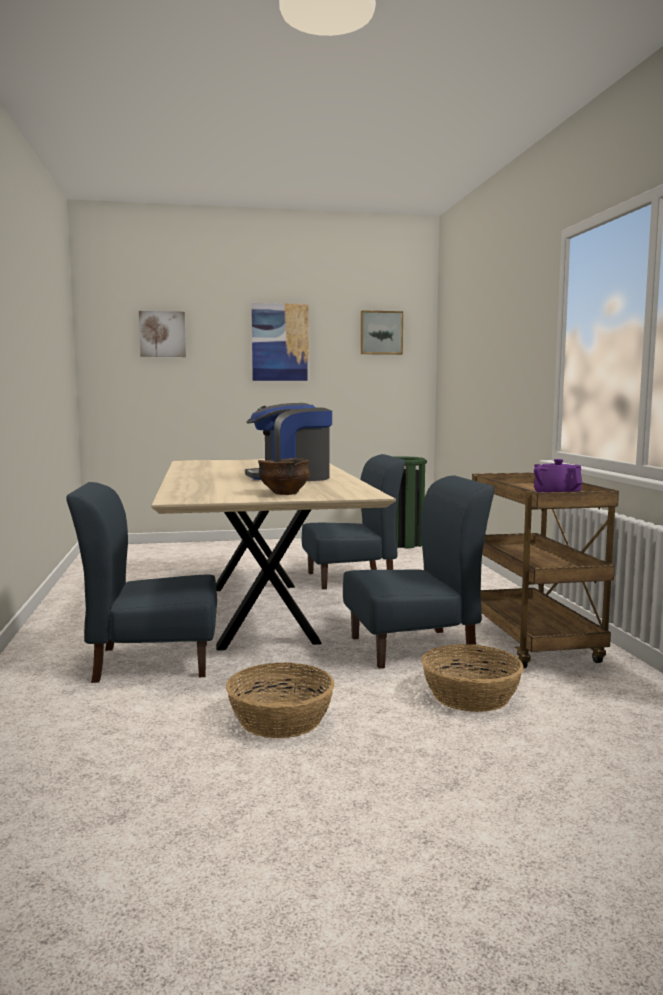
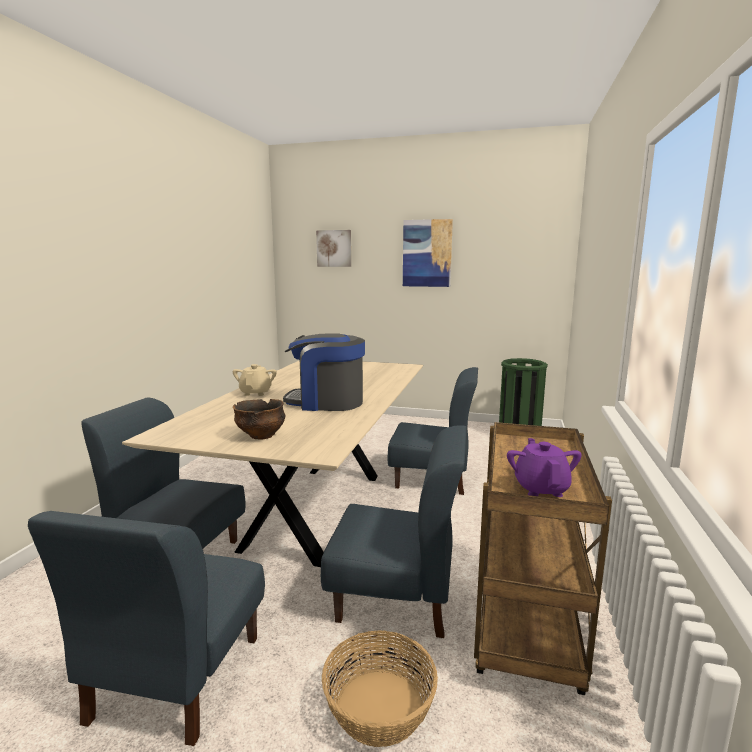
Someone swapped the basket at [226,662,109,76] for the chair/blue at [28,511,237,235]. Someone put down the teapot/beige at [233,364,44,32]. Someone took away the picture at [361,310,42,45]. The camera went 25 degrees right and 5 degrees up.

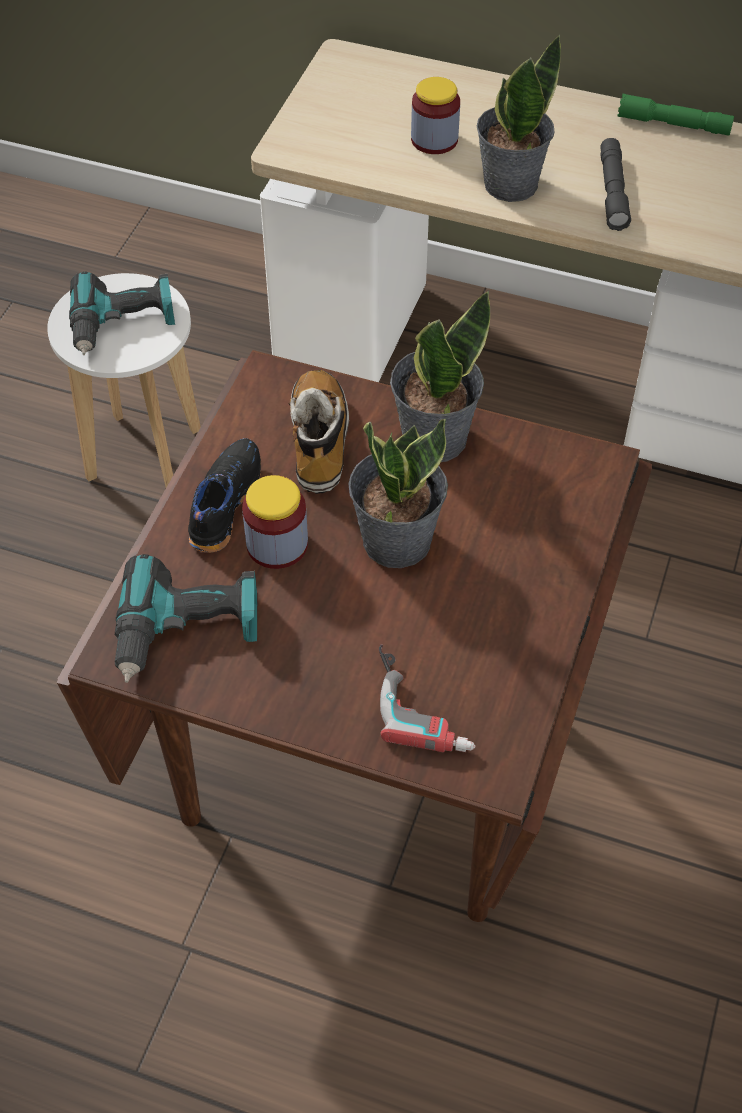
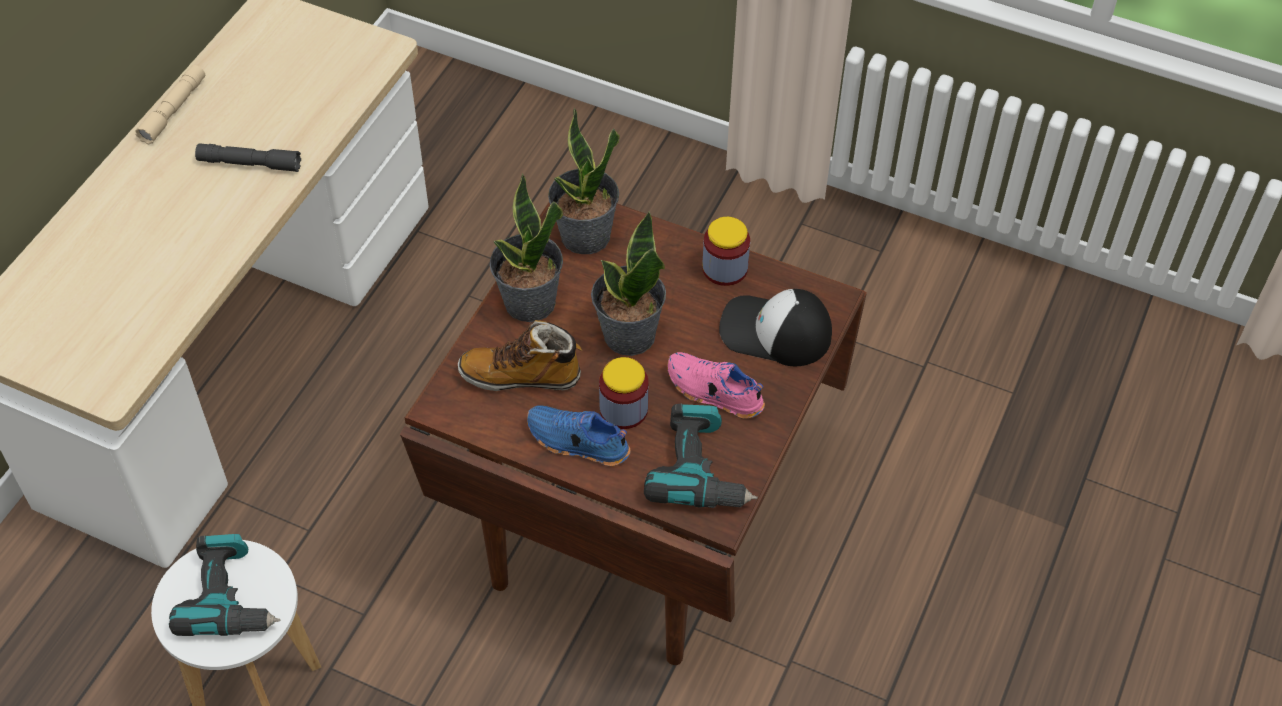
Someone repainted the flashlight/green at [618,94,116,42], which became the flashlight/beige at [135,65,70,79]. Someone repainted the shoe/black at [188,438,73,115], which became the shoe/blue at [527,405,104,61]. Someone carried the potted plant from [477,35,84,167] to [548,108,72,146]. Someone put down the shoe/pink at [667,352,98,67]. Someone carried the jar from [411,77,49,77] to [702,217,48,69]. Someone swapped the power drill at [379,644,96,108] for the cap at [719,289,113,77]. The camera went 85 degrees left and 0 degrees up.

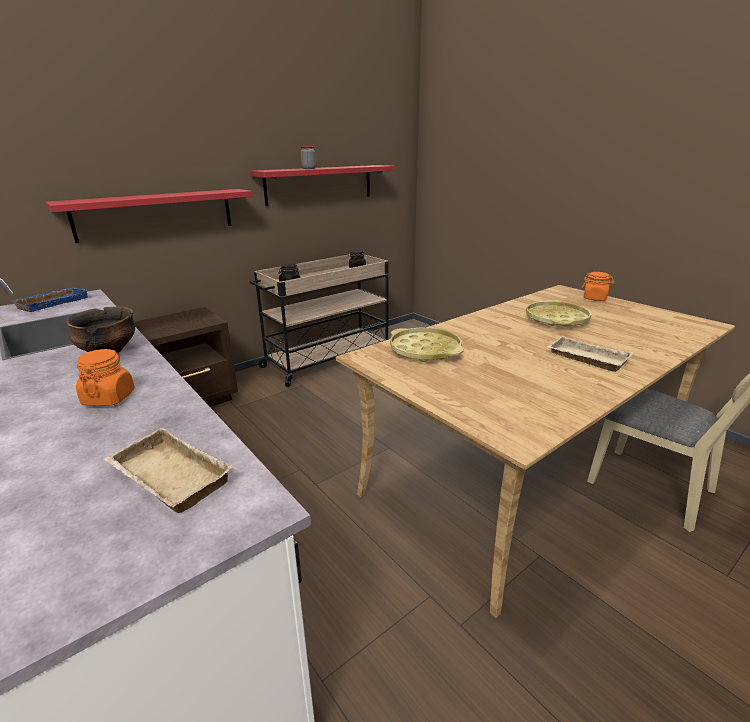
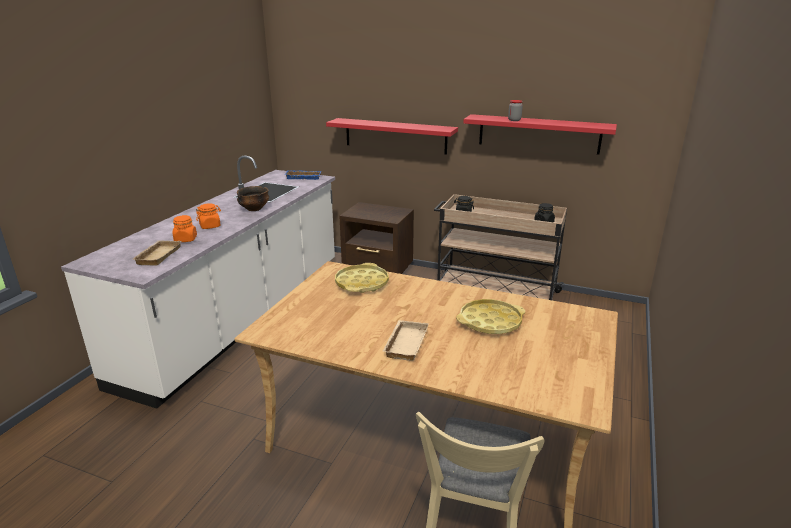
Someone carried the jar/orange from [582,272,32,29] to [173,215,24,27]. The camera went 60 degrees right and 0 degrees up.

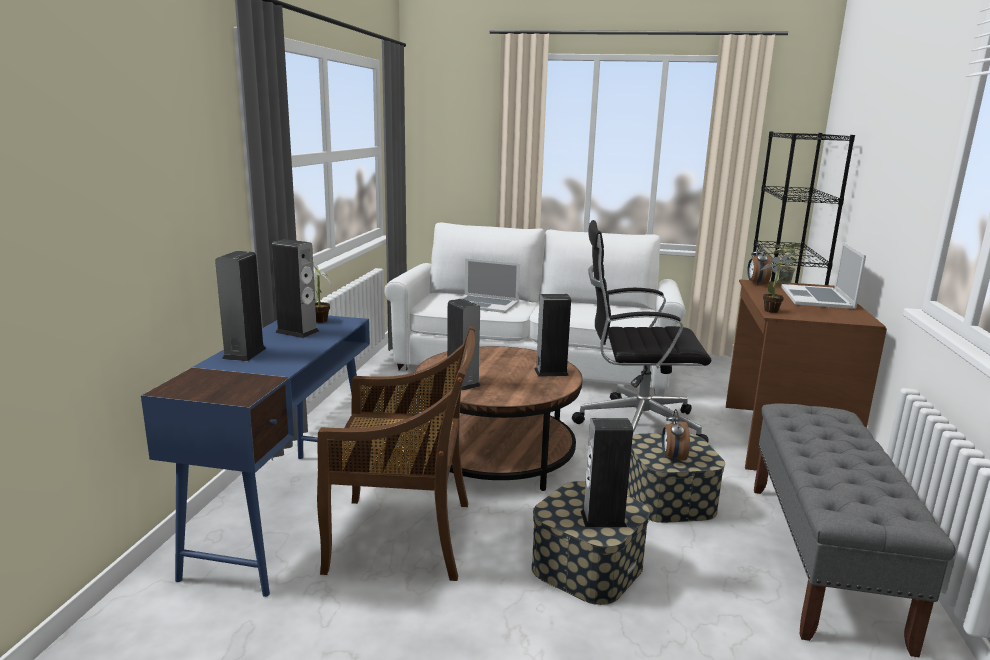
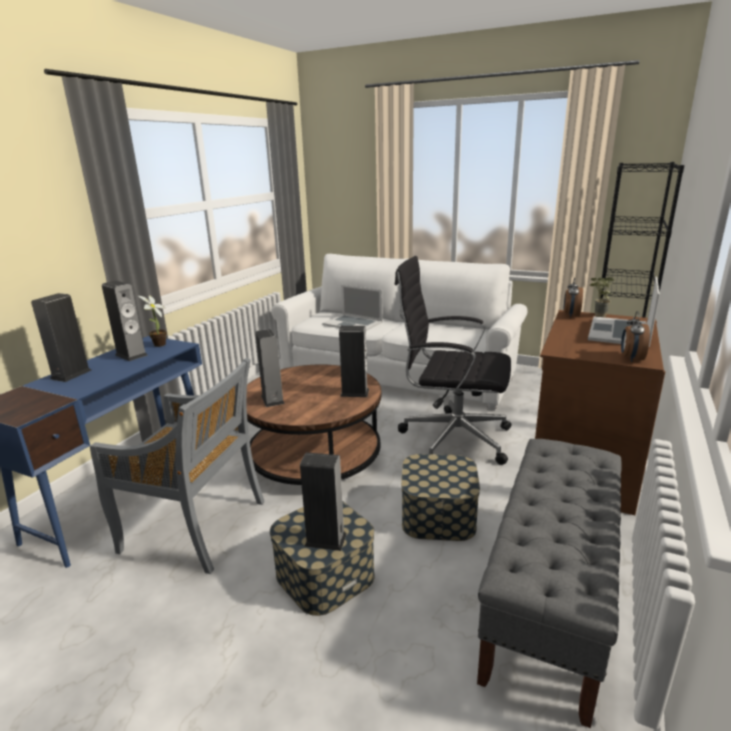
Someone repainted the chair/brown at [317,326,158,255], which became the chair/grey at [90,358,175,216]. Someone carried the alarm clock from [662,409,28,54] to [621,311,29,51]. Someone took away the potted plant at [761,253,34,60]. The camera went 15 degrees right and 5 degrees up.

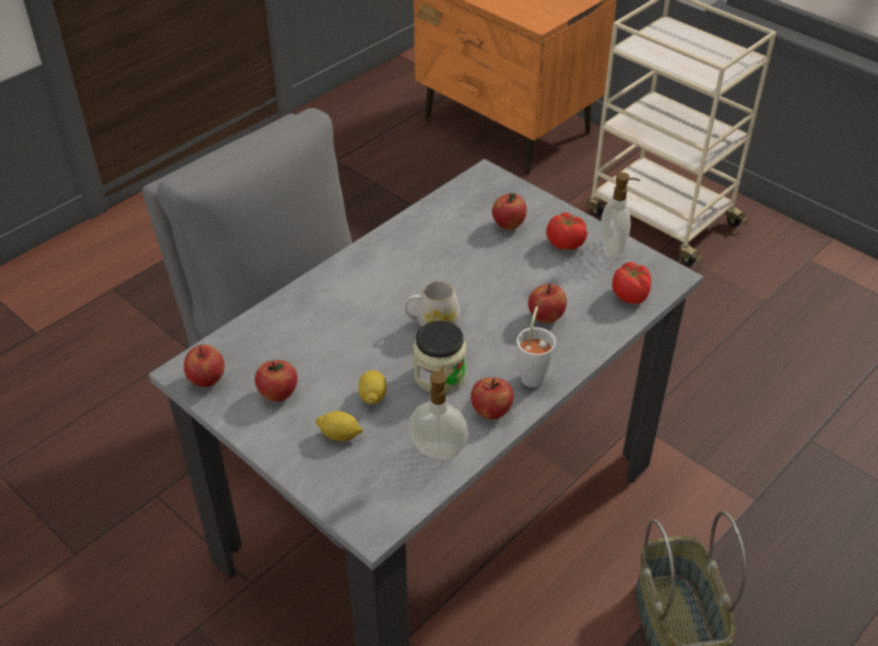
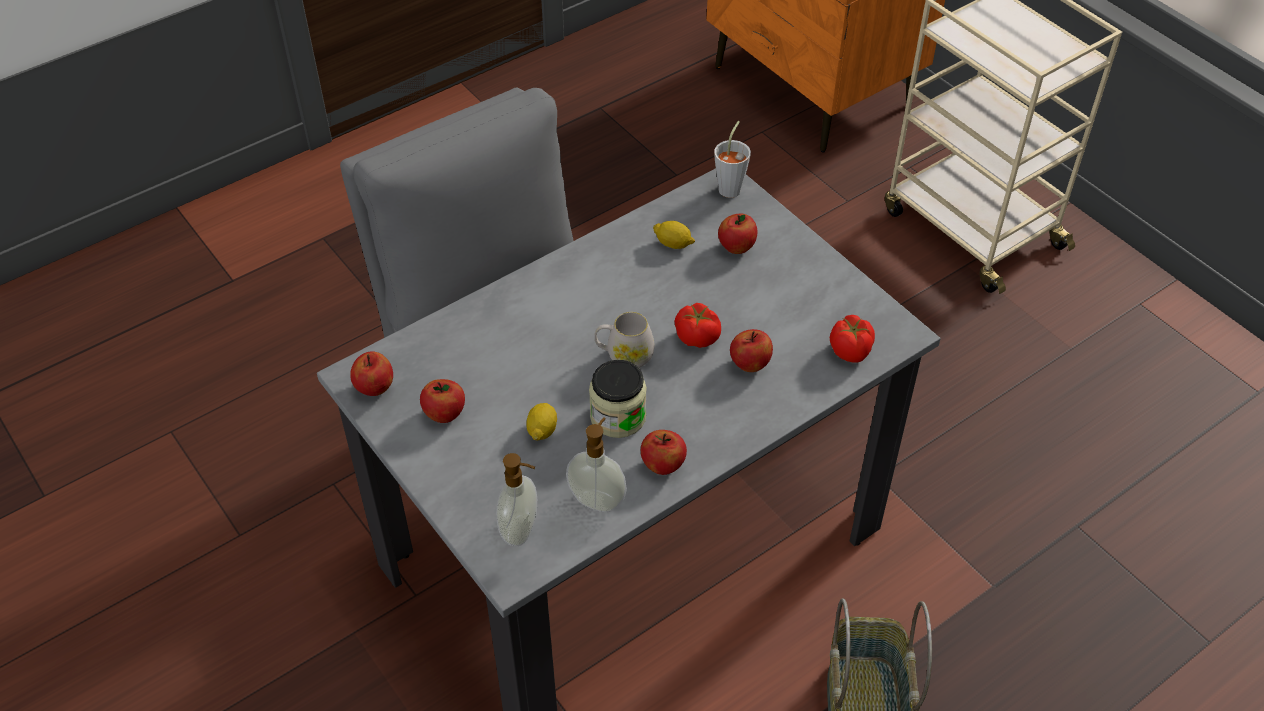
Someone carried the soap dispenser from [600,172,40,86] to [496,453,41,93]. Someone carried the lemon from [315,411,48,30] to [653,221,42,28]. Someone carried the tomato from [546,212,41,38] to [674,303,47,45]. Someone carried the cup/grey from [517,306,39,82] to [714,121,37,77]. The camera went 10 degrees right and 5 degrees up.

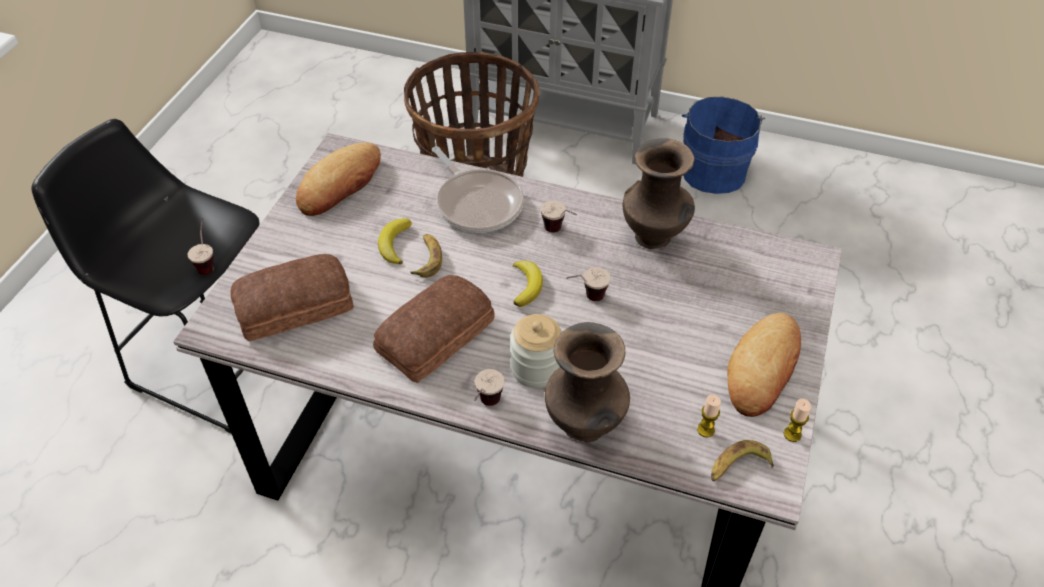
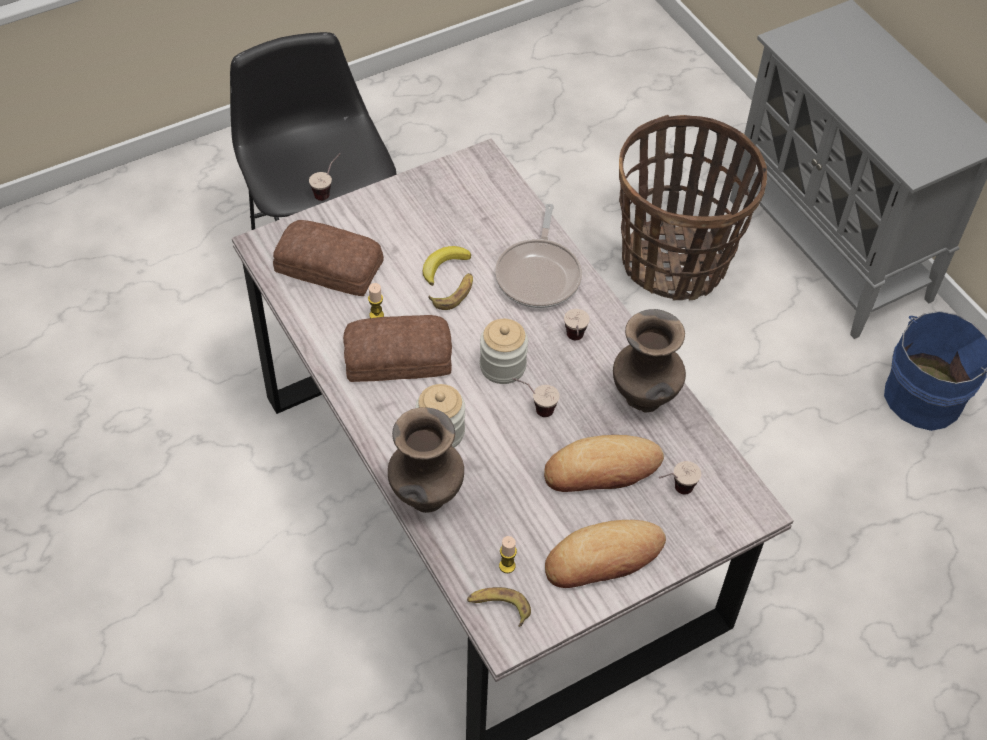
Someone carried the candle from [784,399,27,43] to [368,283,16,35]. Someone swapped the banana at [513,261,30,46] for the jar at [480,319,48,65]. Someone carried the bread from [296,142,85,74] to [544,435,120,57]. Someone carried the cup from [474,369,31,37] to [659,461,42,34]. The camera went 40 degrees right and 5 degrees up.

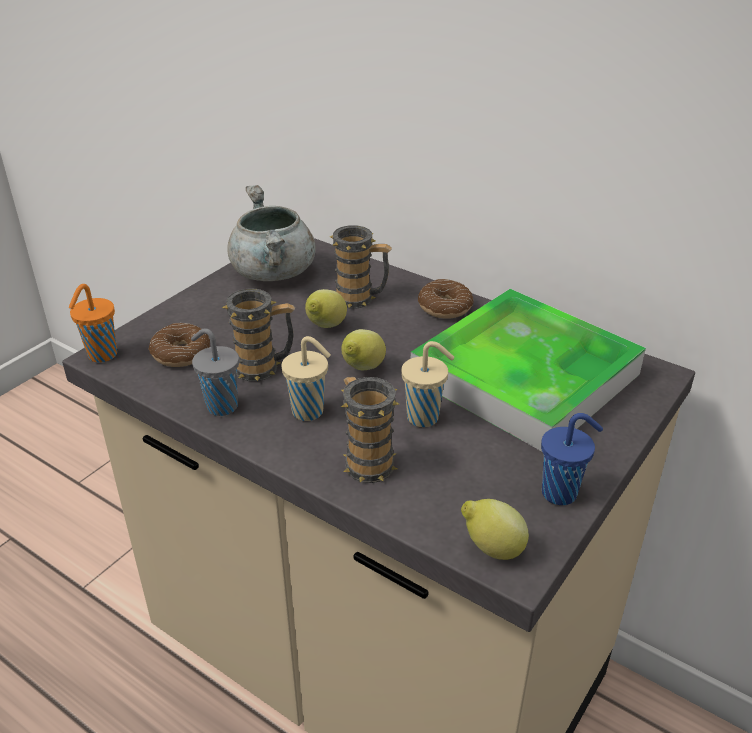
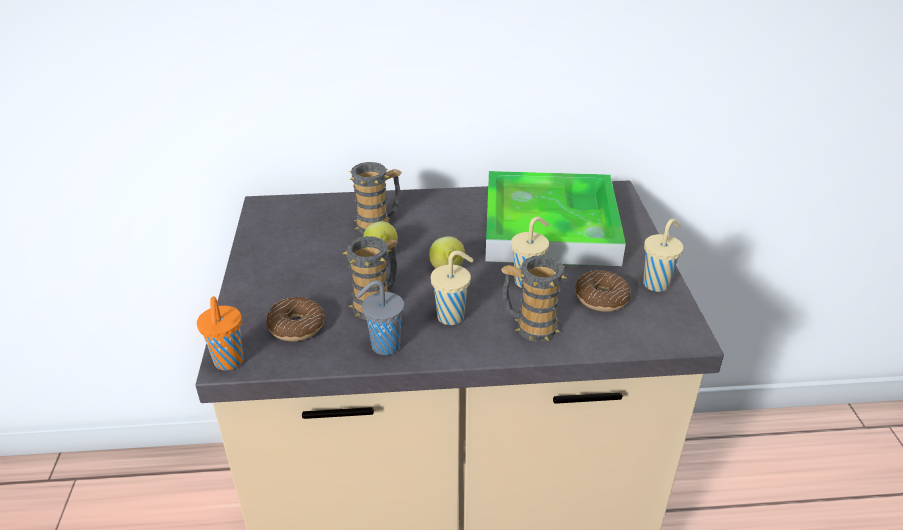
Someone carried the donut from [418,279,56,40] to [575,270,56,42]. Someone repainted the cup/blue at [541,413,62,92], which became the cup/beige at [643,219,41,73]. Someone took away the cooking pot/grey at [227,185,89,96]. Someone took away the lemon at [461,499,68,61]. The camera went 40 degrees left and 0 degrees up.

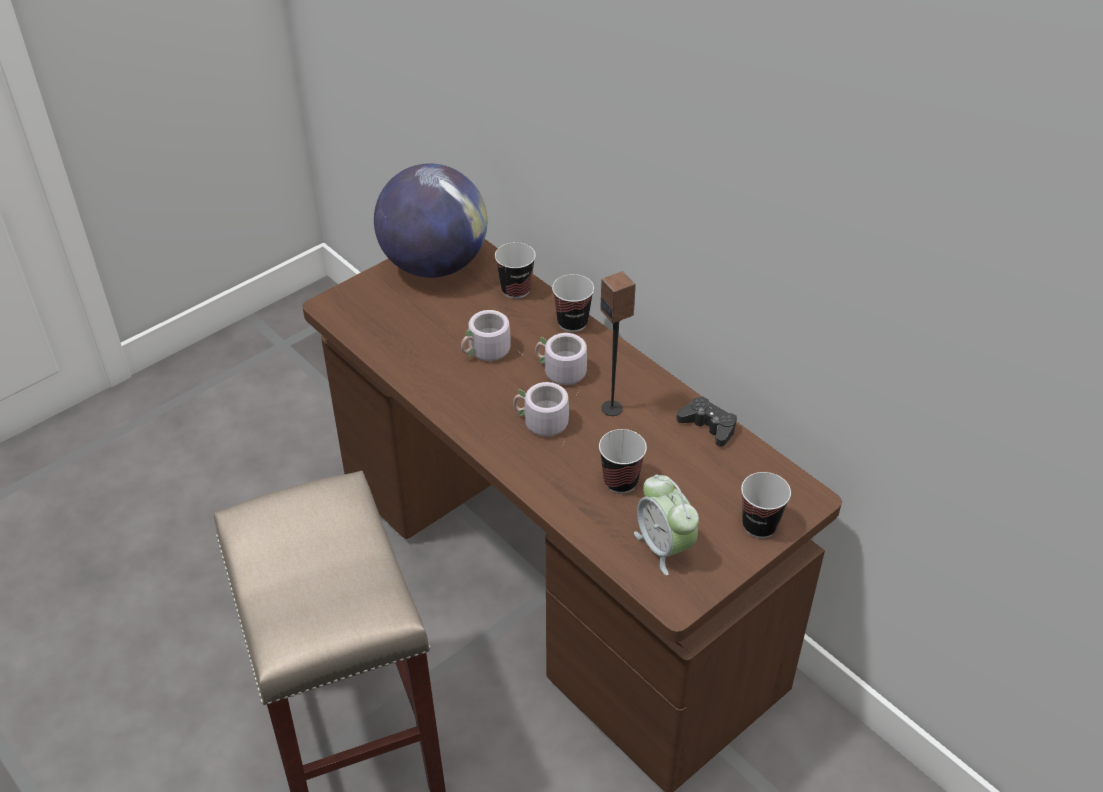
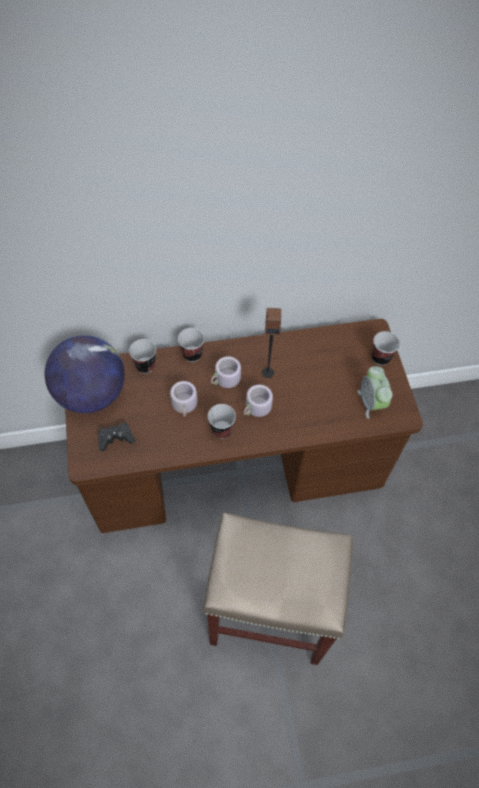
Someone carried the game controller/black from [676,397,61,49] to [98,422,37,30]. Someone carried the cup from [599,429,48,65] to [208,404,28,35]. Someone rotated the alarm clock at [634,475,65,100] by 75 degrees clockwise. The camera went 60 degrees left and 15 degrees up.

